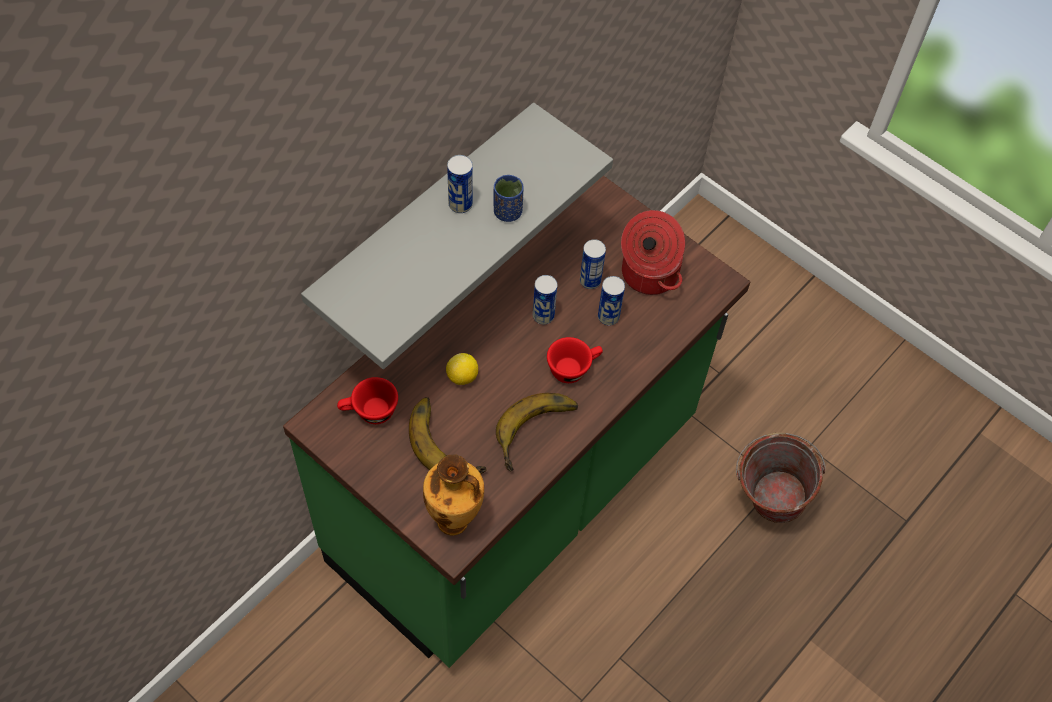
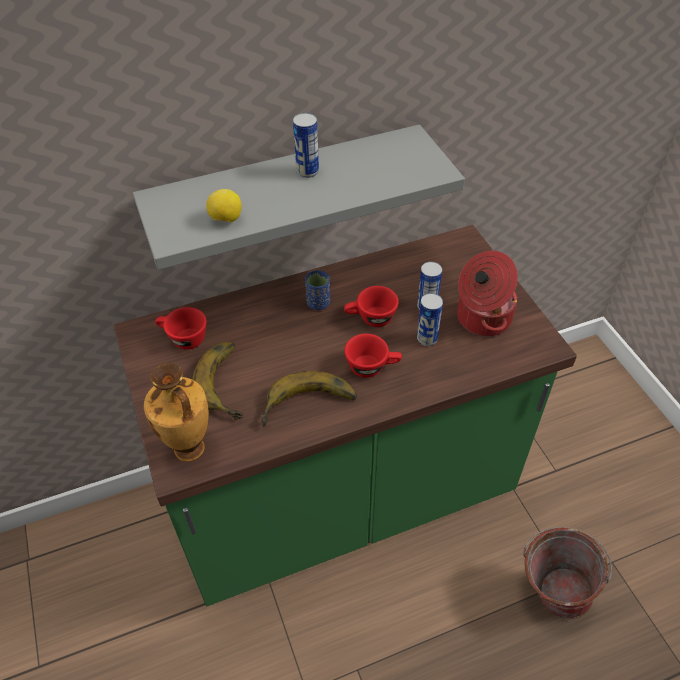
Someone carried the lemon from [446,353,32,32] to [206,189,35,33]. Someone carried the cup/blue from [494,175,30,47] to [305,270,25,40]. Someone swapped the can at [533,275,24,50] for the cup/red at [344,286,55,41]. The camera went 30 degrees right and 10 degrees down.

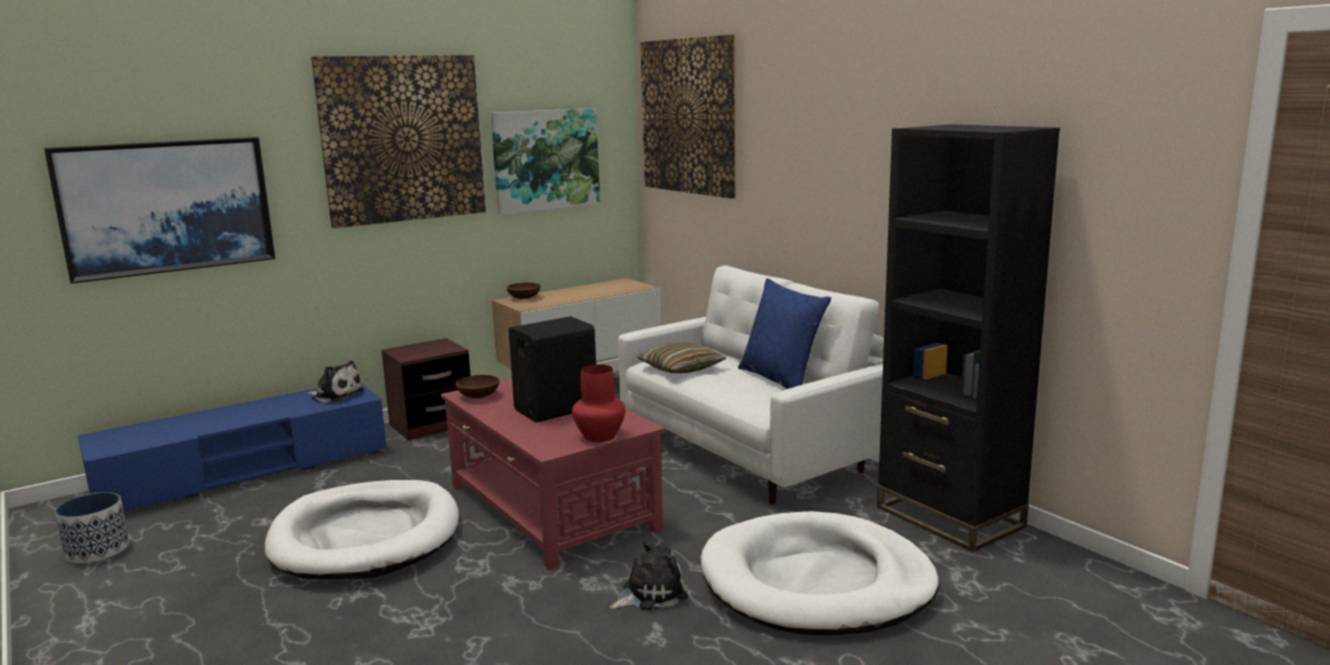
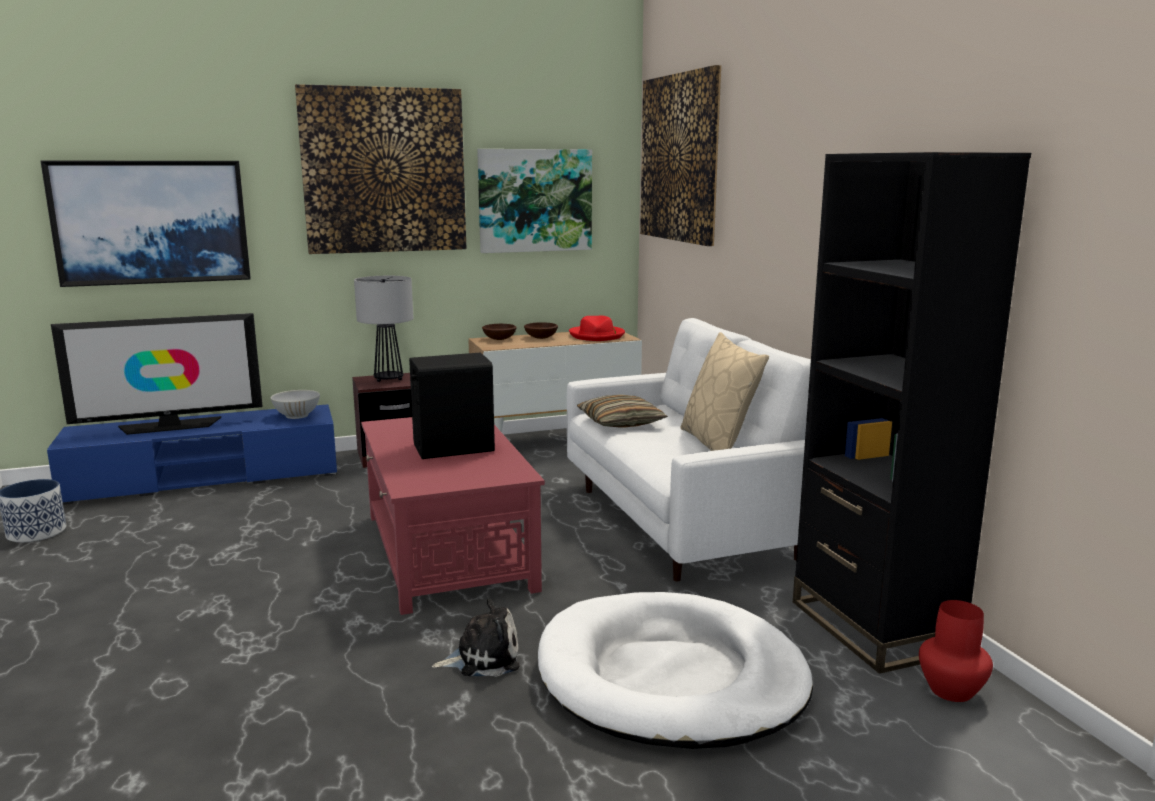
Someone put down the television at [51,313,212,122]. Someone swapped the plush toy at [306,360,58,43] for the bowl/white at [270,390,50,29]. Someone put down the table lamp at [354,276,59,106]. Someone carried the bowl/brown from [455,375,45,24] to [524,322,34,17]. Someone put down the hat/red at [569,316,56,25]. Someone repainted the pillow/blue at [738,278,93,111], which became the pillow/beige at [680,332,89,119]. Someone carried the vase/red from [572,365,53,77] to [919,600,74,102]. Someone took away the dog bed/white at [265,480,194,99]. The camera went 15 degrees right and 0 degrees up.

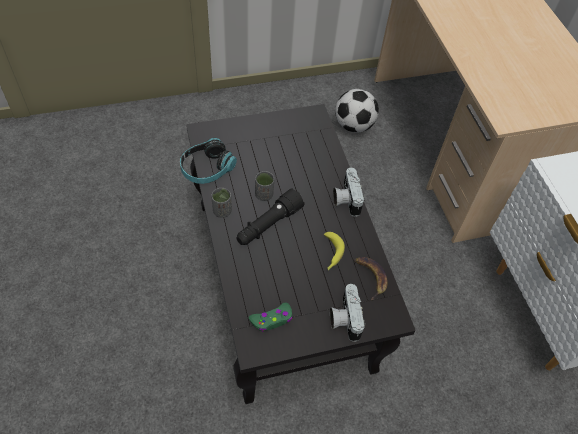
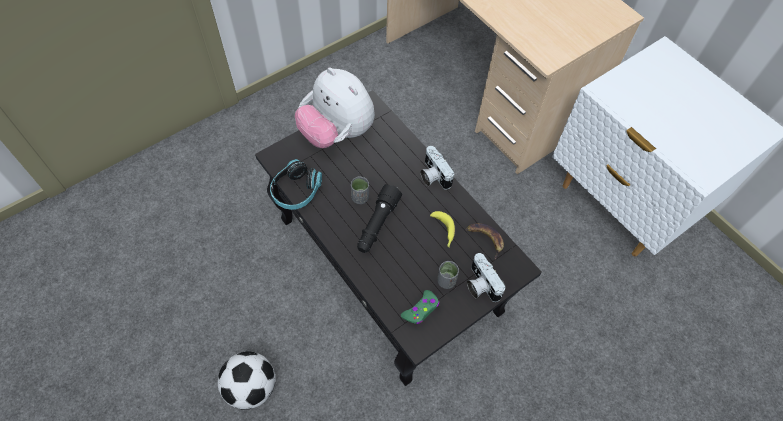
Someone carried the football from [335,89,44,44] to [218,351,57,59]. Someone put down the plush toy at [295,68,80,80]. Someone carried the cup/grey from [211,188,21,30] to [437,261,22,28]. The camera went 20 degrees left and 5 degrees up.

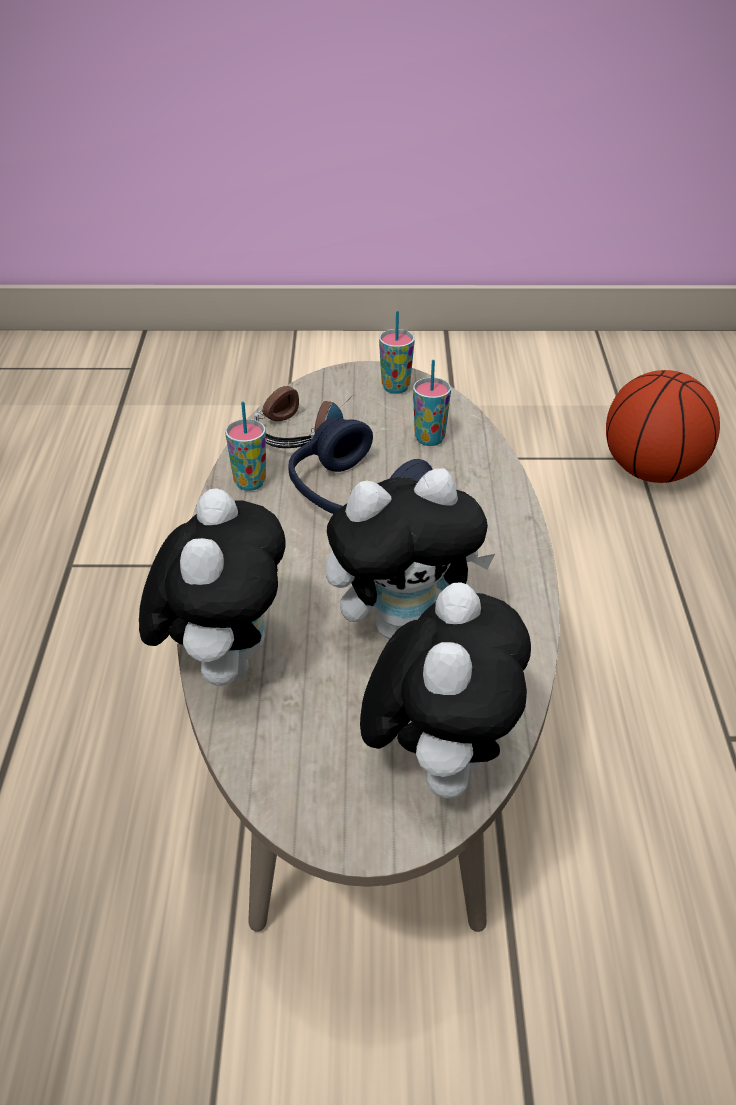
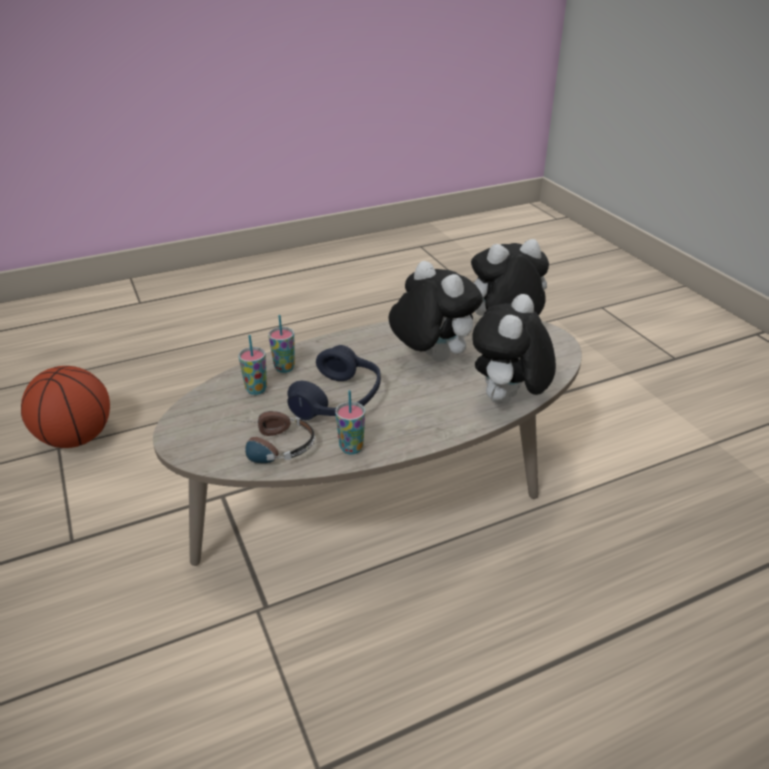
Someone carried the cup from [379,311,36,83] to [268,315,27,58]. Someone rotated the plush toy at [139,488,147,198] by 45 degrees counterclockwise. The camera went 115 degrees left and 5 degrees down.

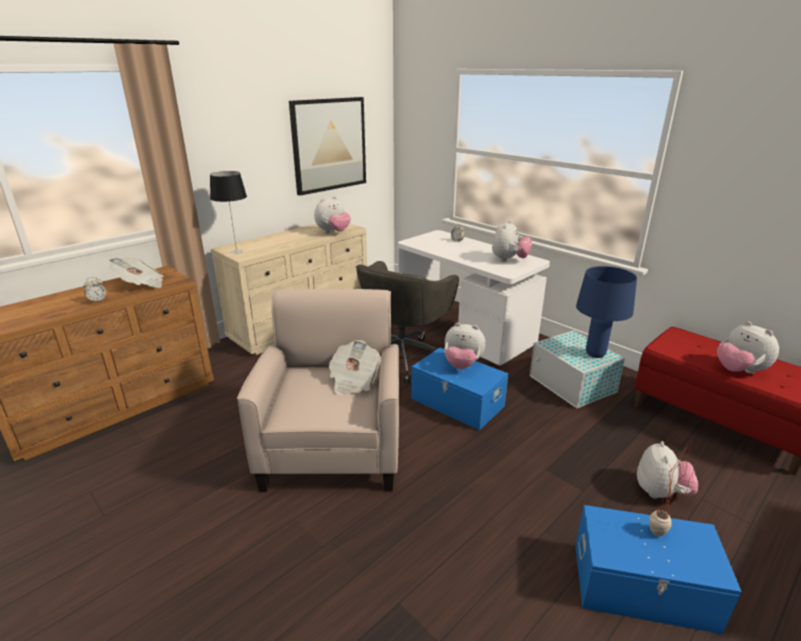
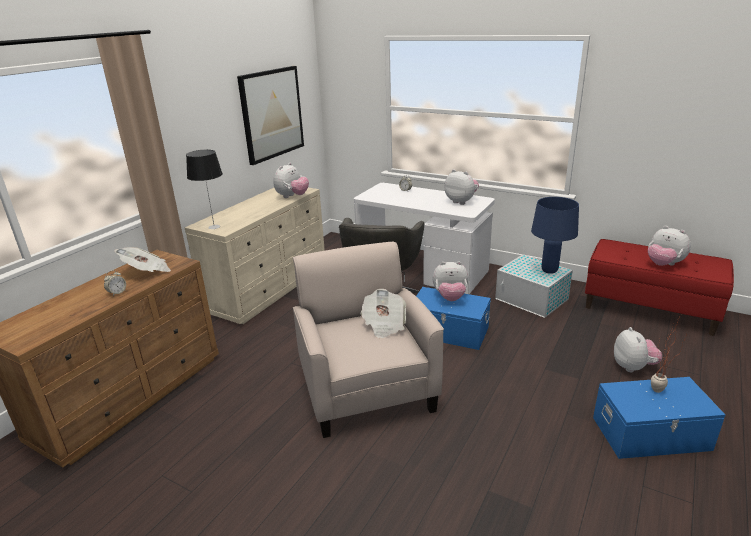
Someone rotated the plush toy at [492,220,40,42] by 60 degrees counterclockwise. The camera went 15 degrees left and 0 degrees up.

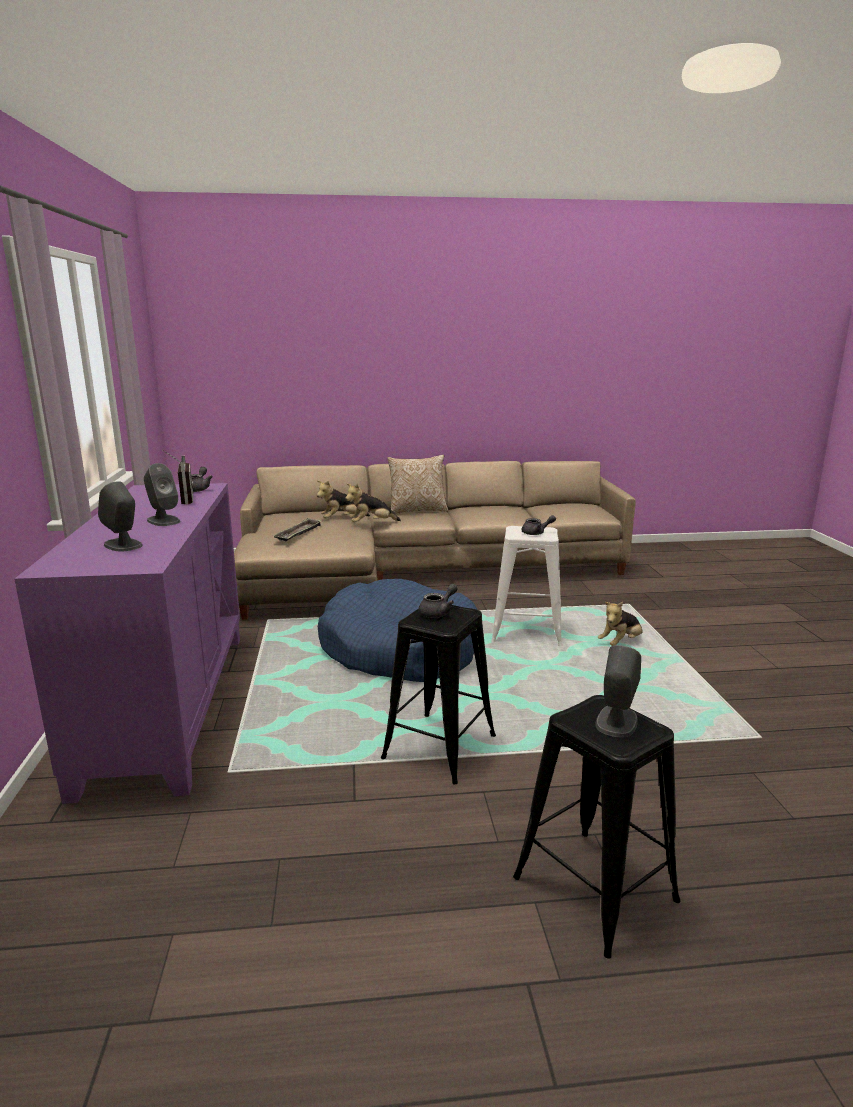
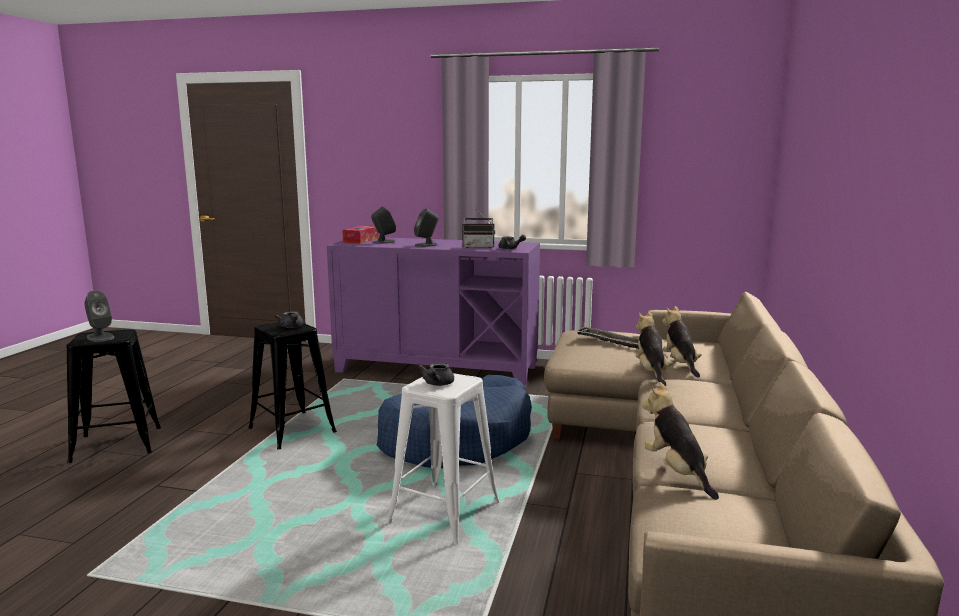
Someone put down the tissue box at [342,226,36,18]. Someone carried the plush toy from [598,602,45,44] to [642,382,77,118]. Someone took away the pillow at [387,455,62,59]. The camera went 110 degrees right and 5 degrees down.

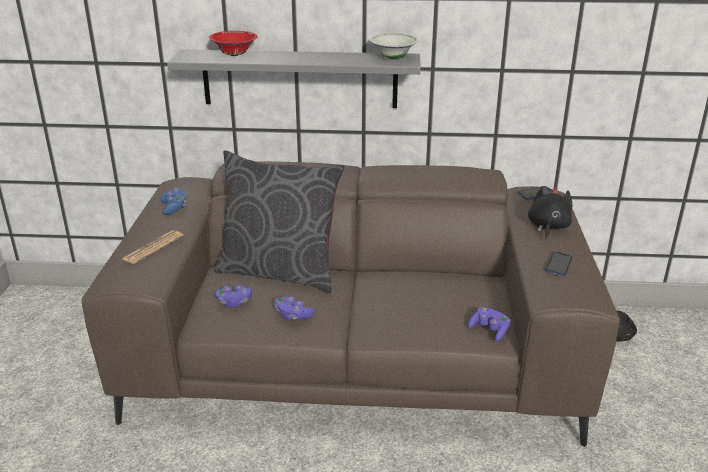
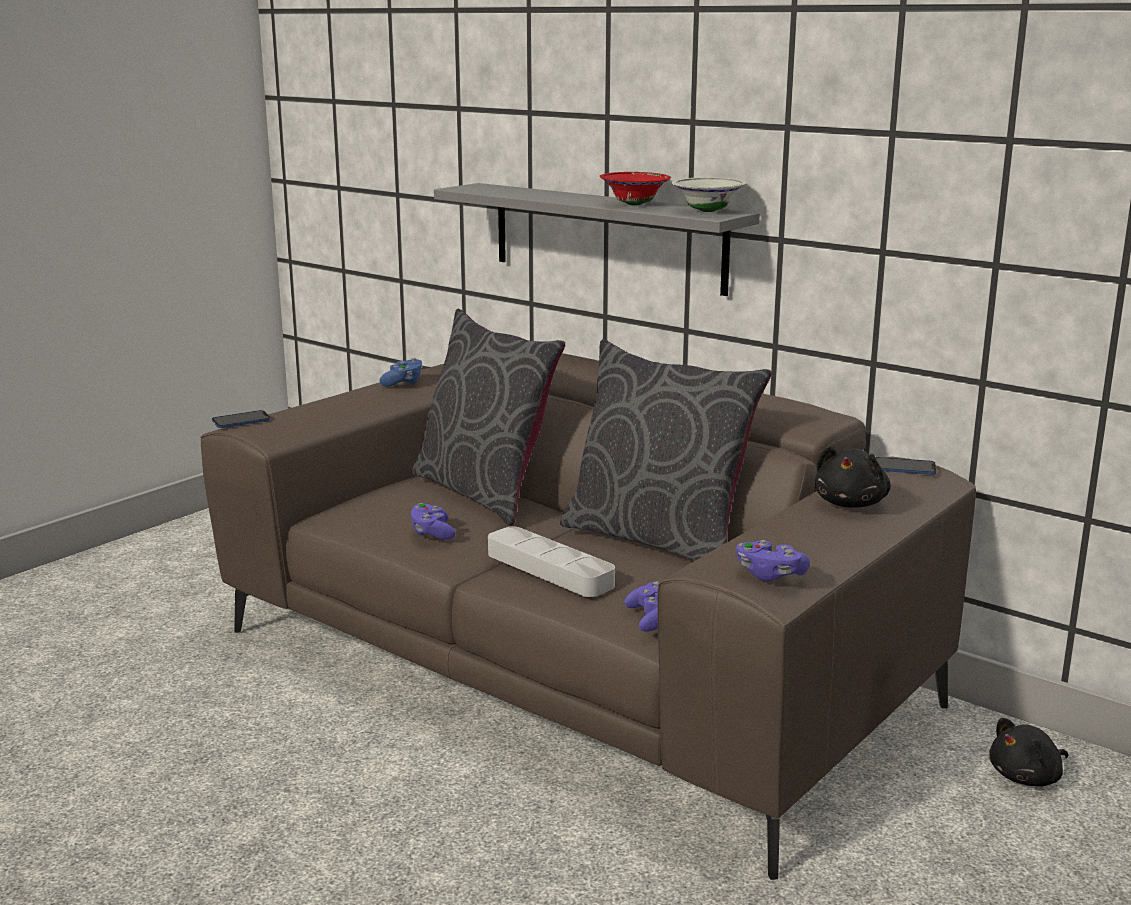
Someone carried the phone from [545,251,28,25] to [212,410,58,18]. Someone put down the tray/grey at [488,527,127,70]. Someone put down the pillow/grey at [560,339,212,221]. Someone carried the bowl/red from [209,31,49,25] to [599,172,72,33]. Someone carried the game controller/purple from [215,285,37,23] to [736,540,74,42]. Someone rotated the plush toy/black at [528,187,44,53] by 150 degrees clockwise. Someone took away the newspaper at [122,230,61,34]. The camera went 35 degrees right and 10 degrees down.

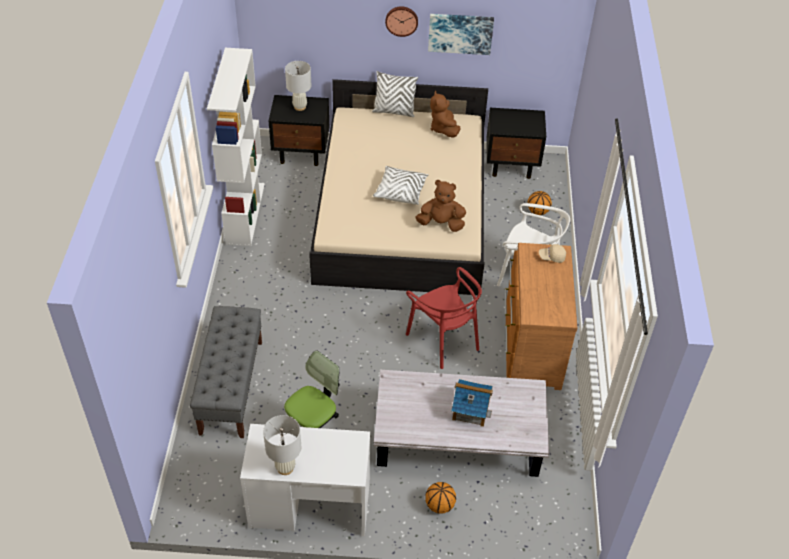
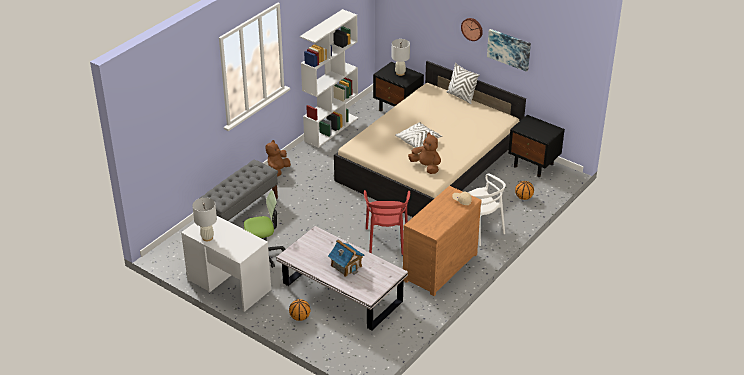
Someone carried the plush toy/brown from [430,91,30,47] to [266,140,25,37]. The camera went 35 degrees right and 10 degrees down.

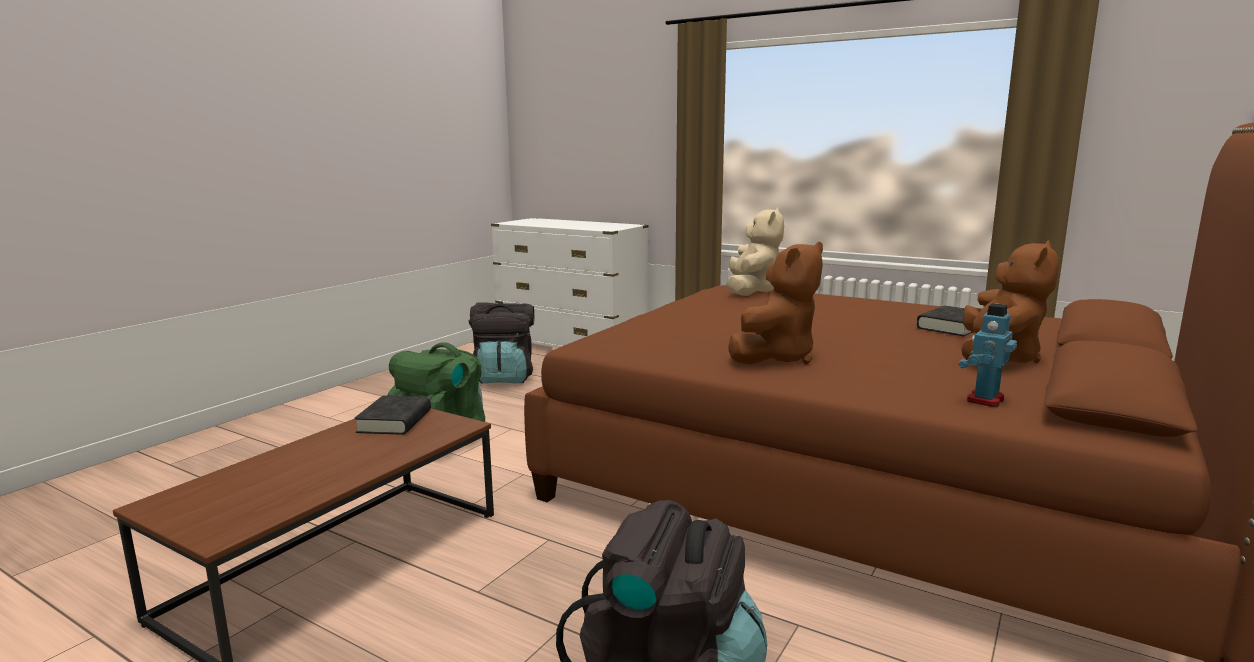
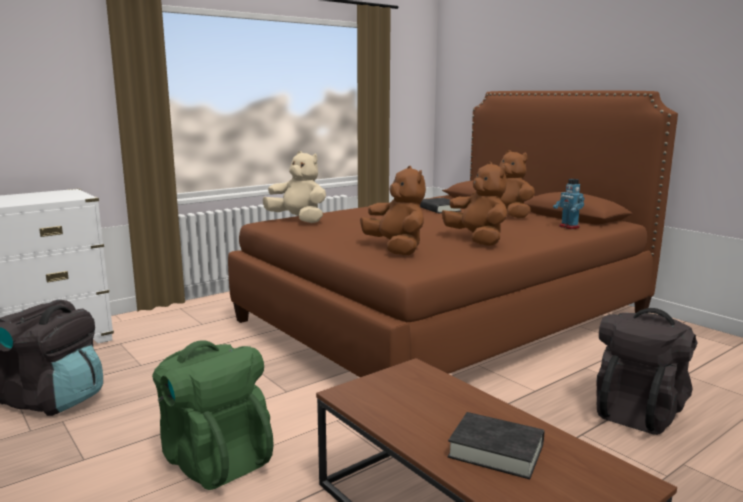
Someone put down the plush toy/brown at [360,166,66,89]. Someone carried the book/black from [354,395,77,40] to [448,412,96,67]. The camera went 70 degrees left and 0 degrees up.

